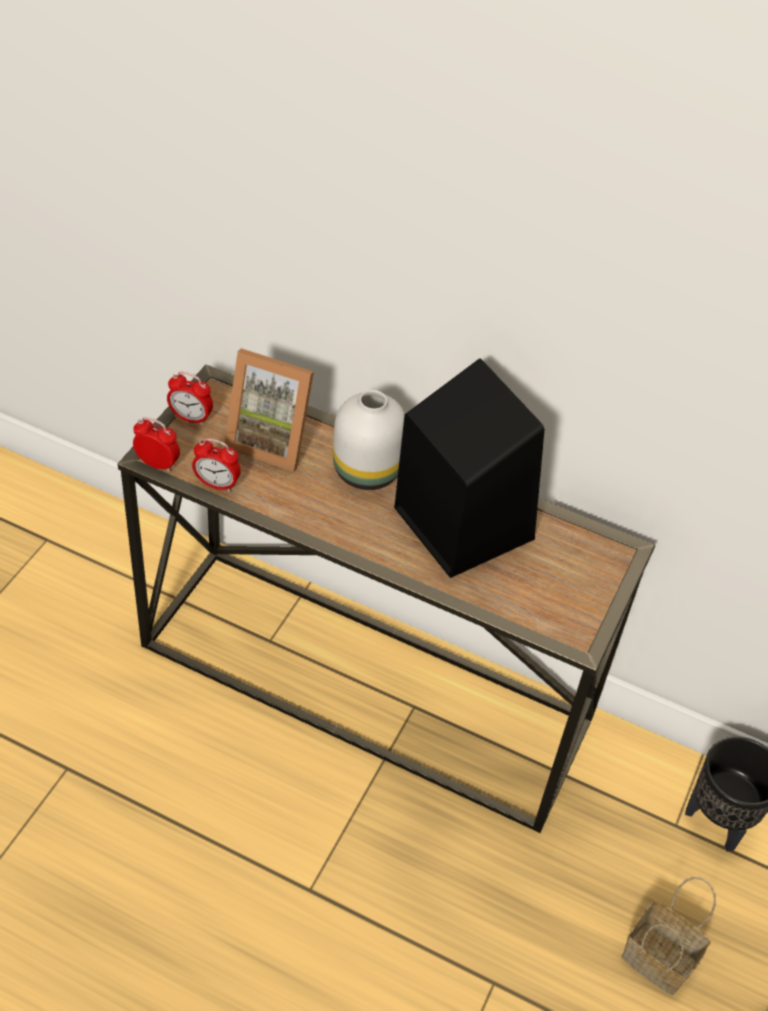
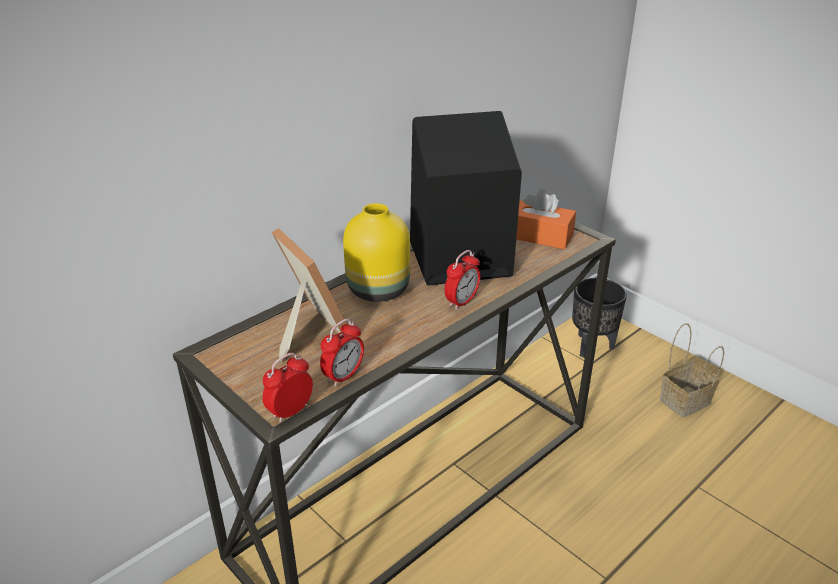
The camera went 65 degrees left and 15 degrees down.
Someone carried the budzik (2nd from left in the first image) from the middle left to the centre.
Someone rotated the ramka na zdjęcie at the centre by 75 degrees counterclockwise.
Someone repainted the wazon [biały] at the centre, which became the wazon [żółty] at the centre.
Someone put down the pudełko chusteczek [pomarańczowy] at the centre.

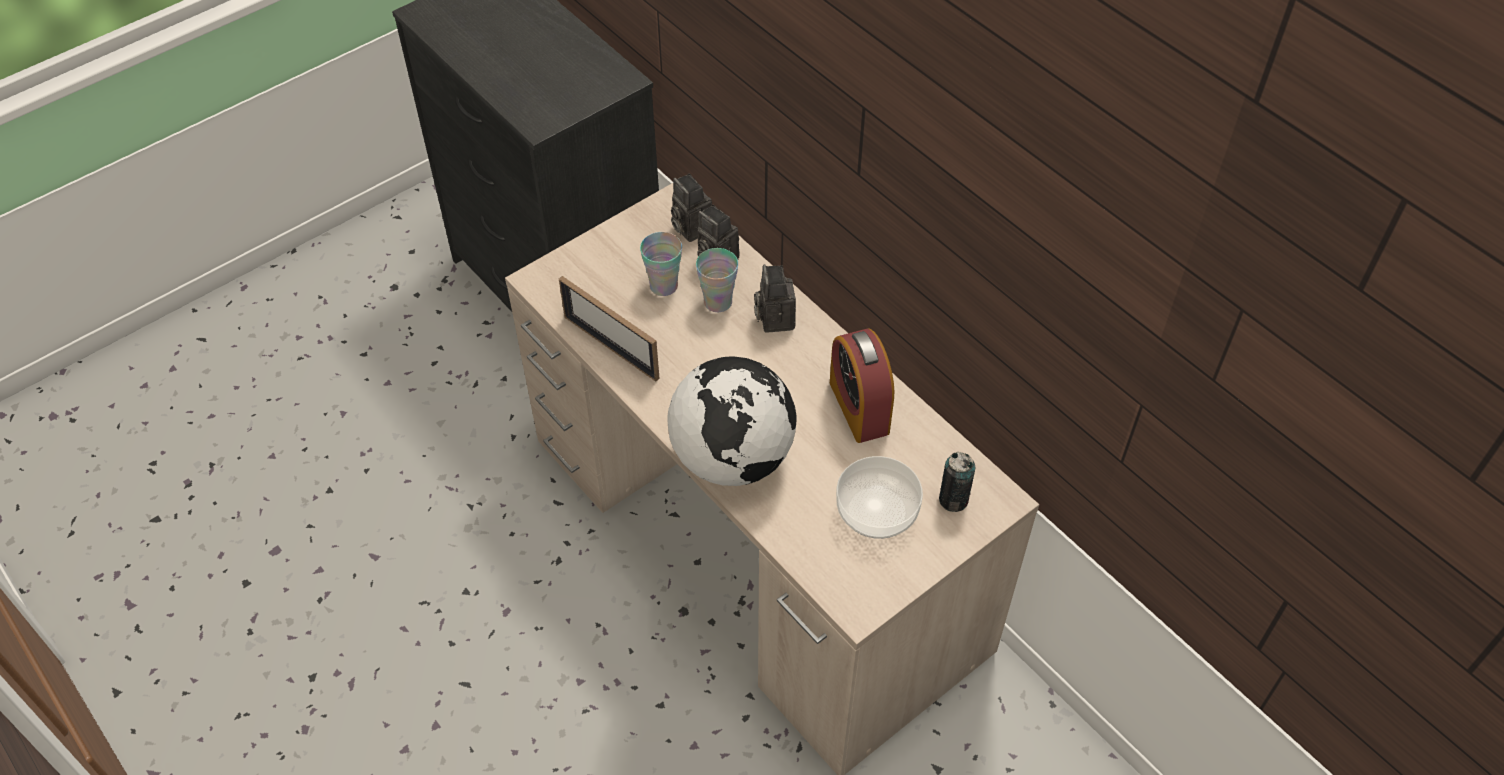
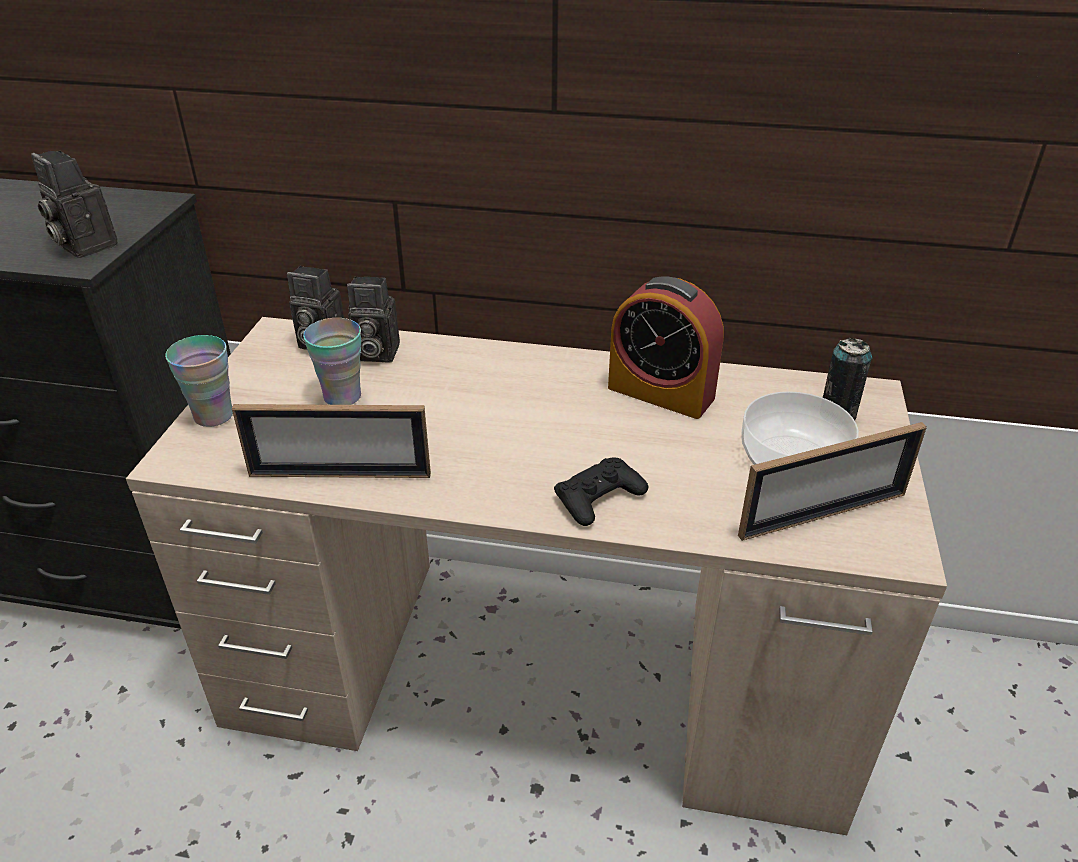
The camera went 40 degrees left and 15 degrees down.
Someone swapped the globus at the centre for the pad do gier [czarny] at the centre.
Someone carried the filiżanka (2nd from left in the first image) from the centre to the middle left.
Someone carried the aparat fotograficzny (3rd from left in the first image) from the centre to the top left.
Someone put down the ramka na zdjęcie (2nd from left) at the middle right.

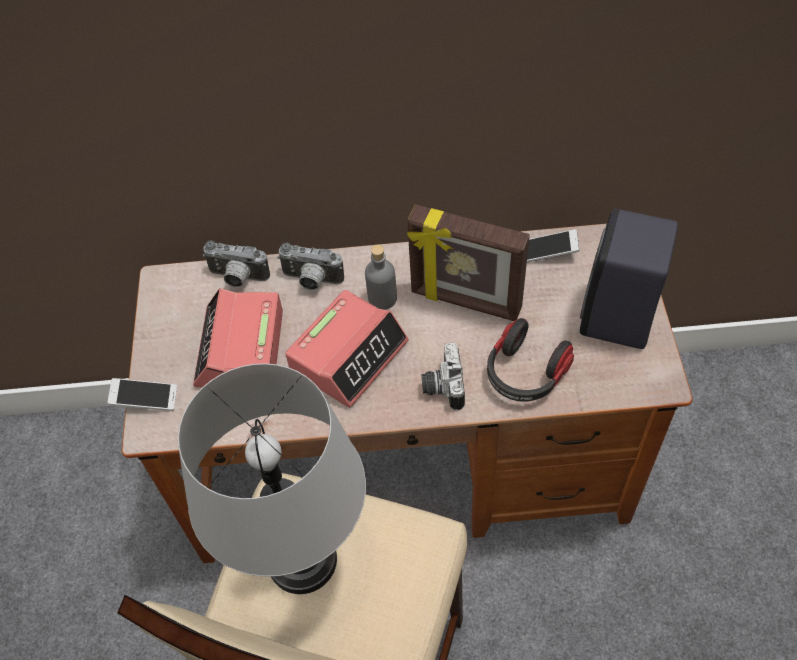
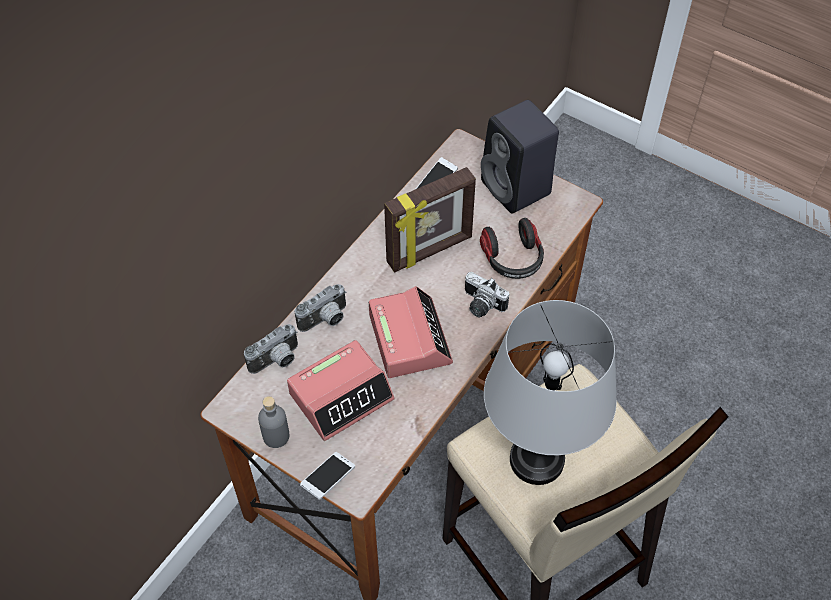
The camera went 55 degrees left and 0 degrees up.
Someone rotated the budzik (1st from left) at the middle left by 75 degrees counterclockwise.
Someone carried the butelka [szary] from the centre to the bottom left.

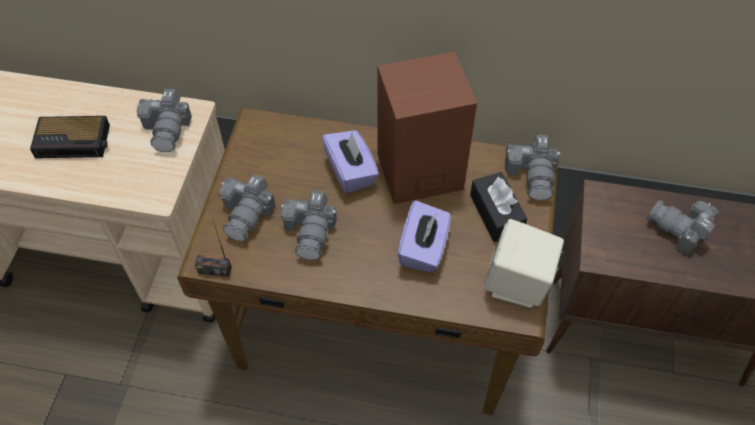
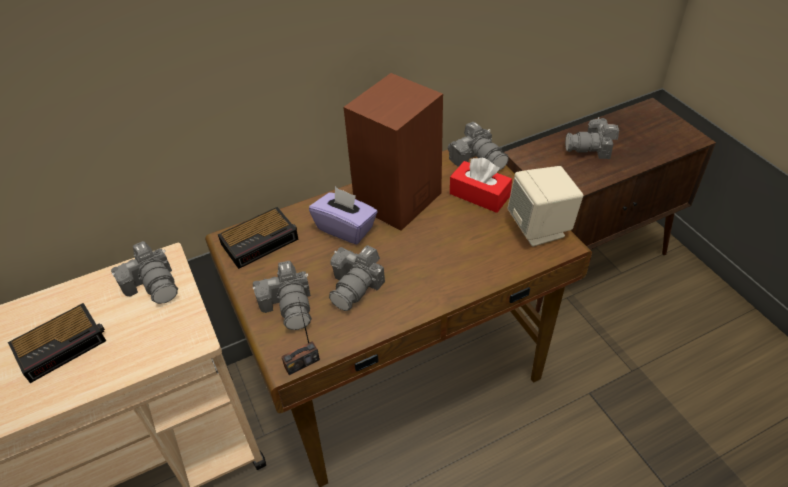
The camera went 35 degrees left and 10 degrees down.
Someone rotated the aparat fotograficzny (3rd from left) at the centre by 60 degrees clockwise.
Someone took away the pudełko chusteczek [fioletowy] (2nd from left) at the centre.
Someone repainted the pudełko chusteczek [czarny] at the centre, which became the pudełko chusteczek [czerwony] at the centre.
Someone put down the budzik (2nd from left) at the middle left.

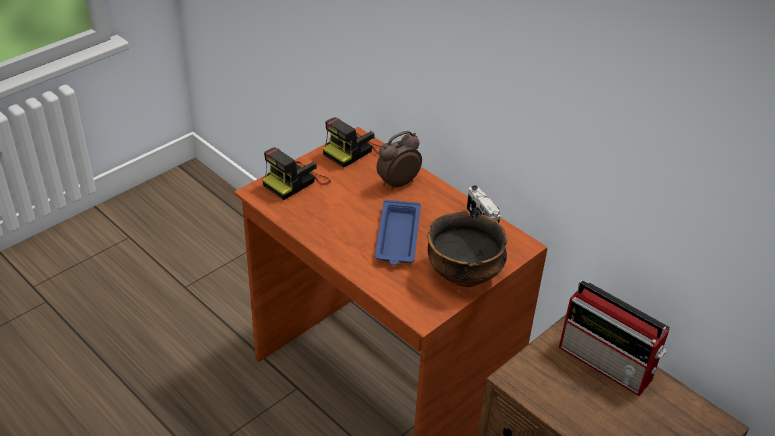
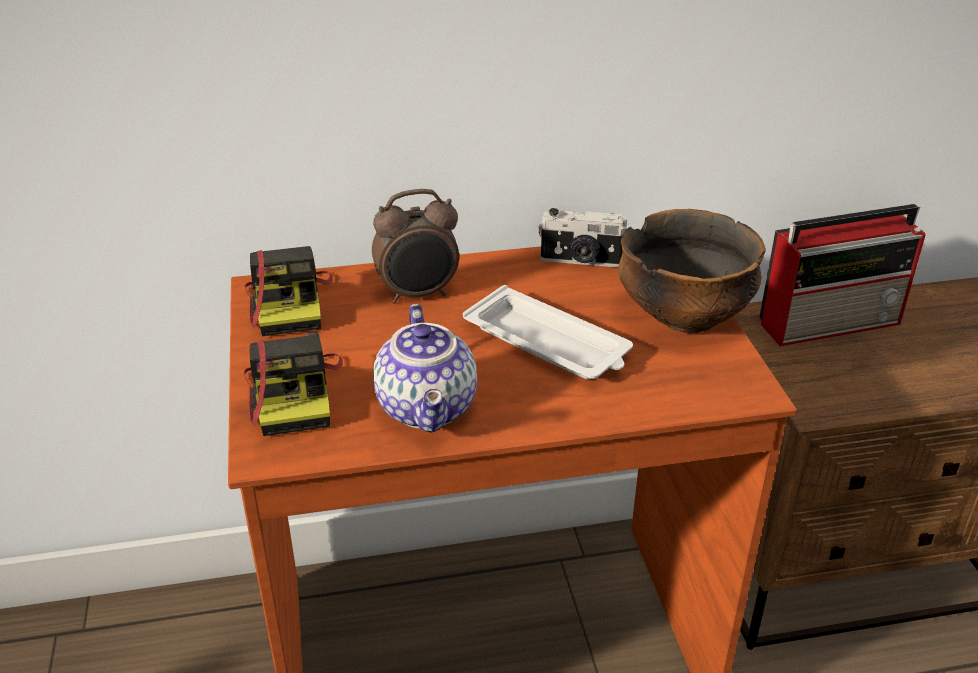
The camera went 55 degrees left and 5 degrees down.
Someone repainted the taca [niebieski] at the centre, which became the taca [biały] at the centre.
Someone rotated the budzik at the centre by 105 degrees counterclockwise.
Someone put down the imbryk at the centre.

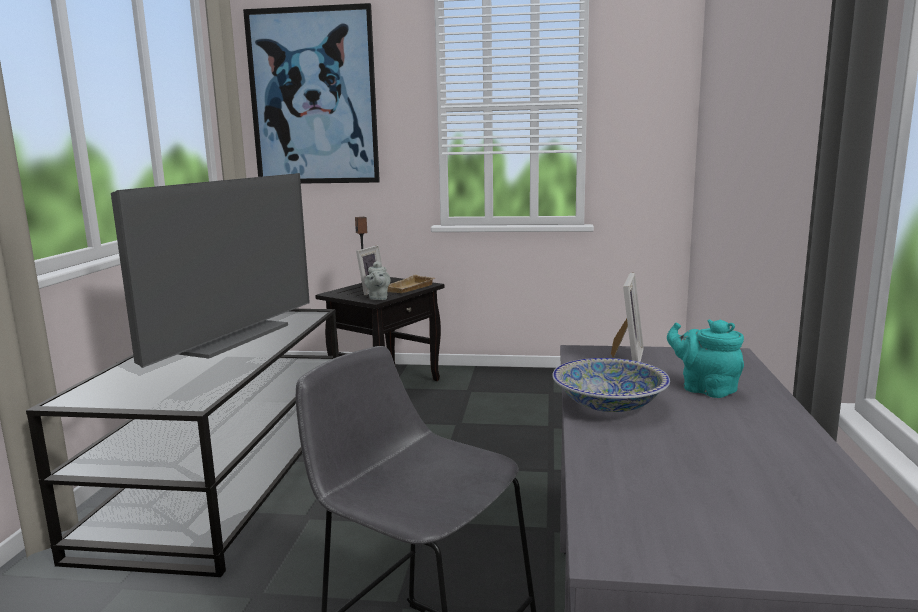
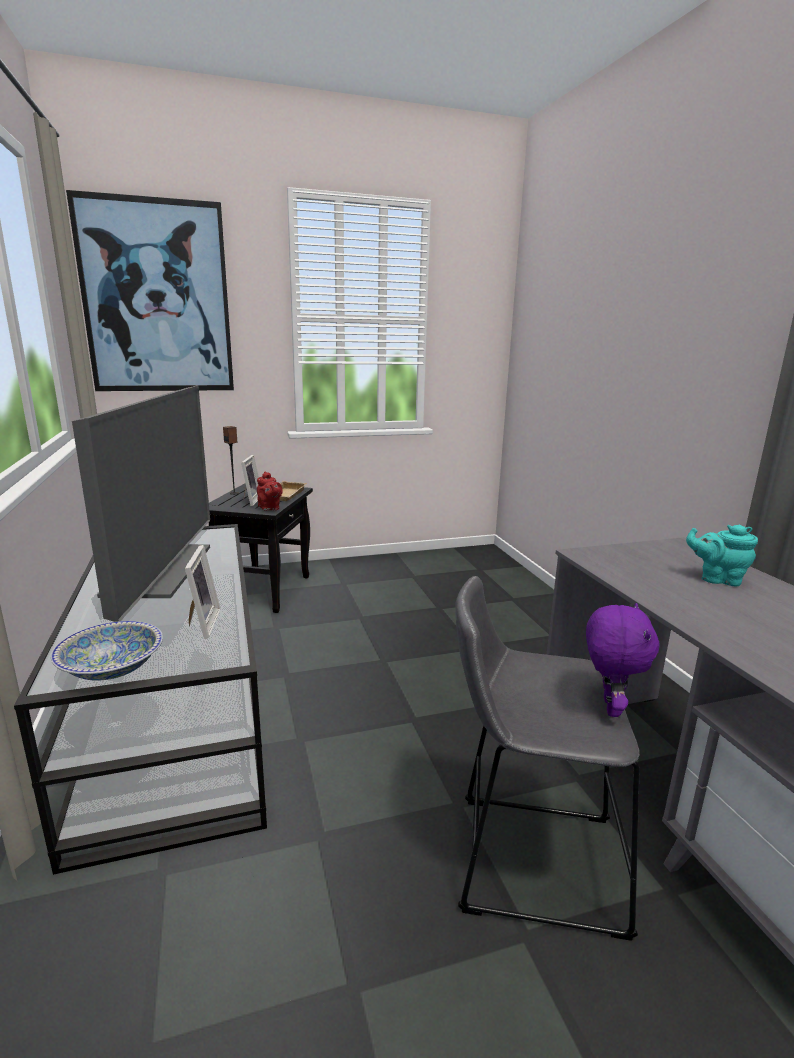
The camera went 25 degrees left and 5 degrees up.
Someone repainted the imbryk [szary] at the centre, which became the imbryk [czerwony] at the centre.
Someone carried the miska from the centre to the middle left.
Someone carried the ramka na zdjęcie (2nd from left in the first image) from the middle right to the middle left.
Someone put down the pluszak [fioletowy] at the middle right.

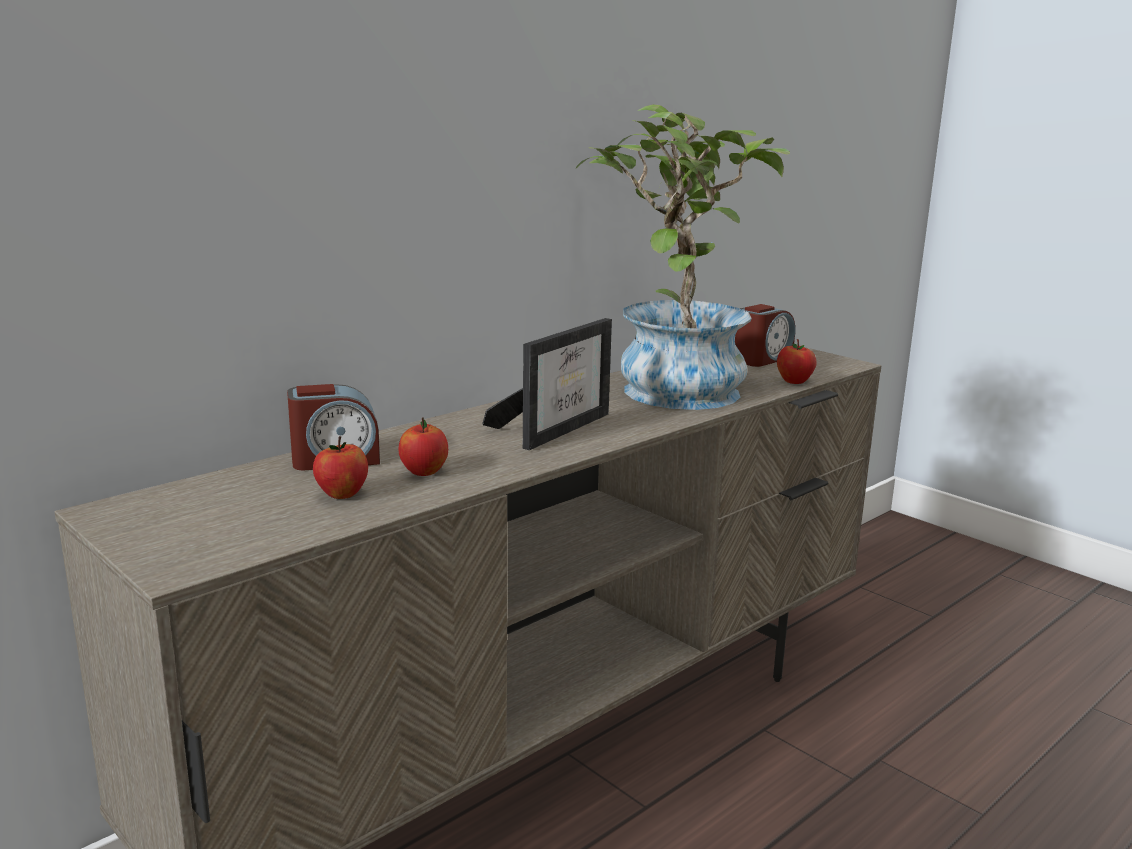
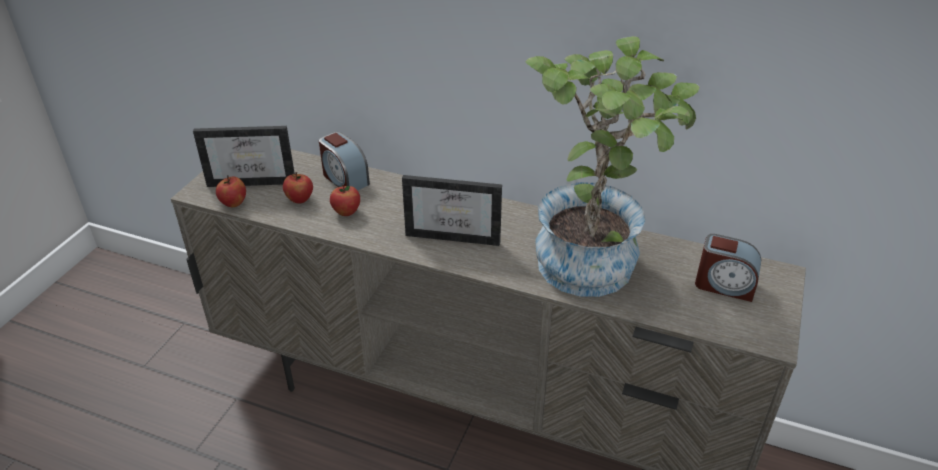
The camera went 65 degrees right and 20 degrees up.
Someone carried the jabłko (3rd from left in the first image) from the middle right to the middle left.
Someone put down the ramka na zdjęcie (1st from left) at the top left.

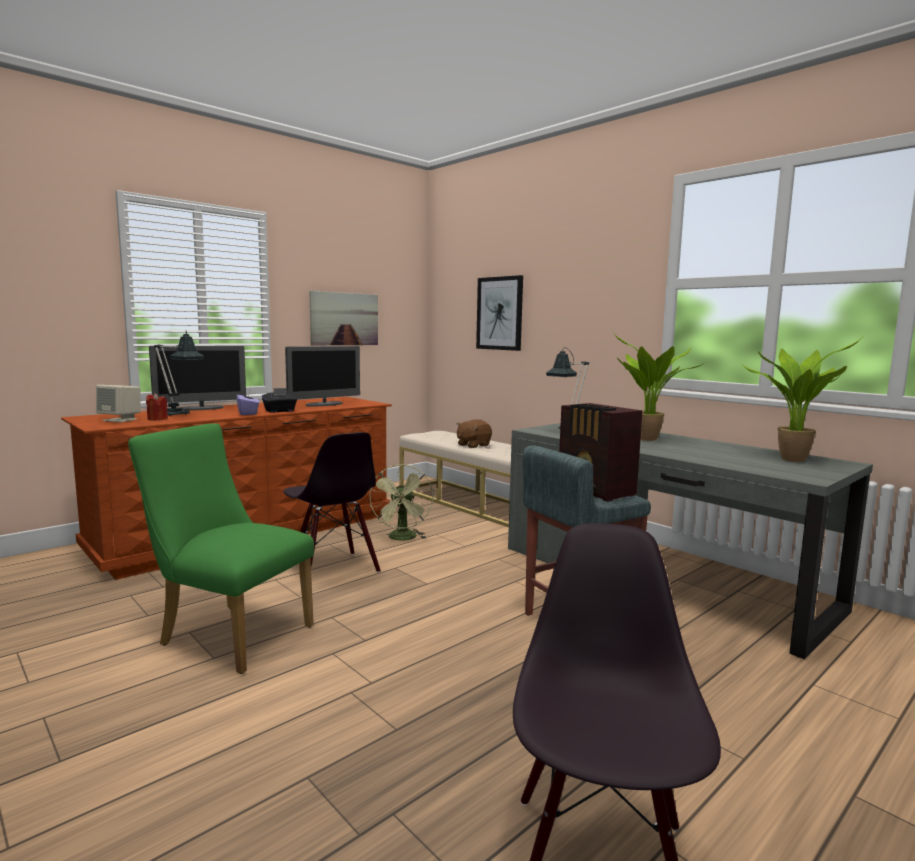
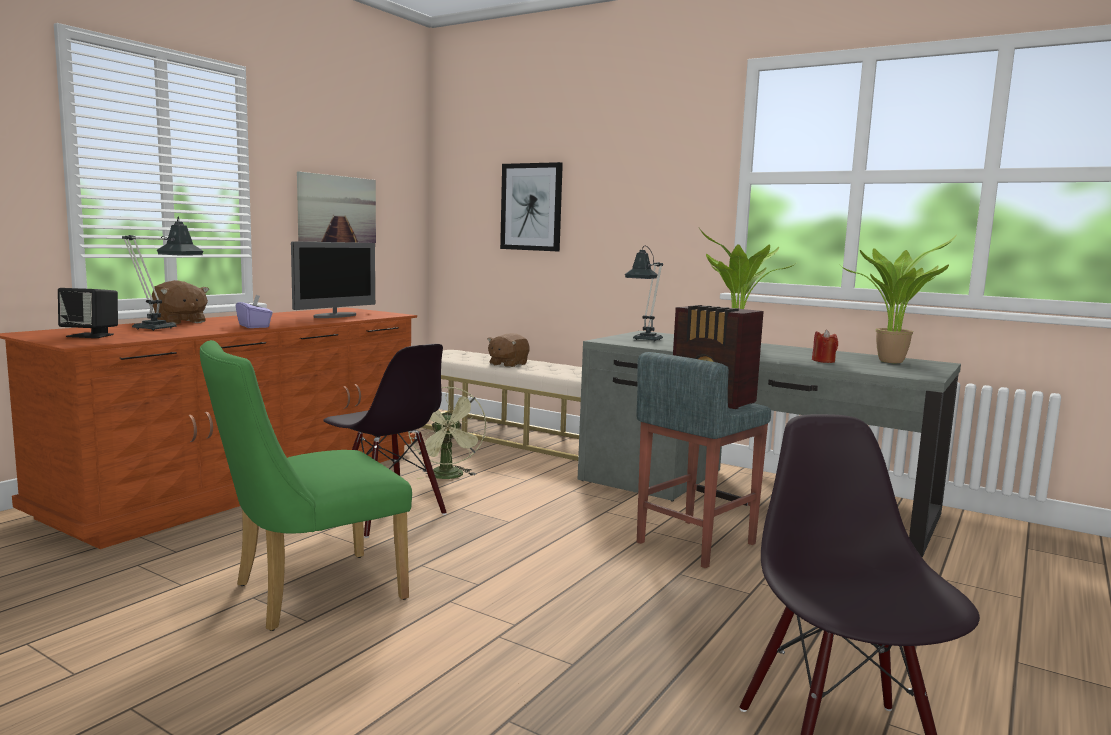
The camera went 15 degrees left and 0 degrees up.
Someone repainted the głośnik [beżowy] at the middle left, which became the głośnik [czarny] at the middle left.
Someone rotated the krzesło [zielony] at the middle left by 45 degrees counterclockwise.
Someone carried the świeca [czerwony] from the middle left to the middle right.
Someone swapped the monitor (1st from left) at the middle left for the pluszak [brązowy] (1st from left) at the middle left.
Someone took away the pudełko chusteczek [czarny] at the middle left.

